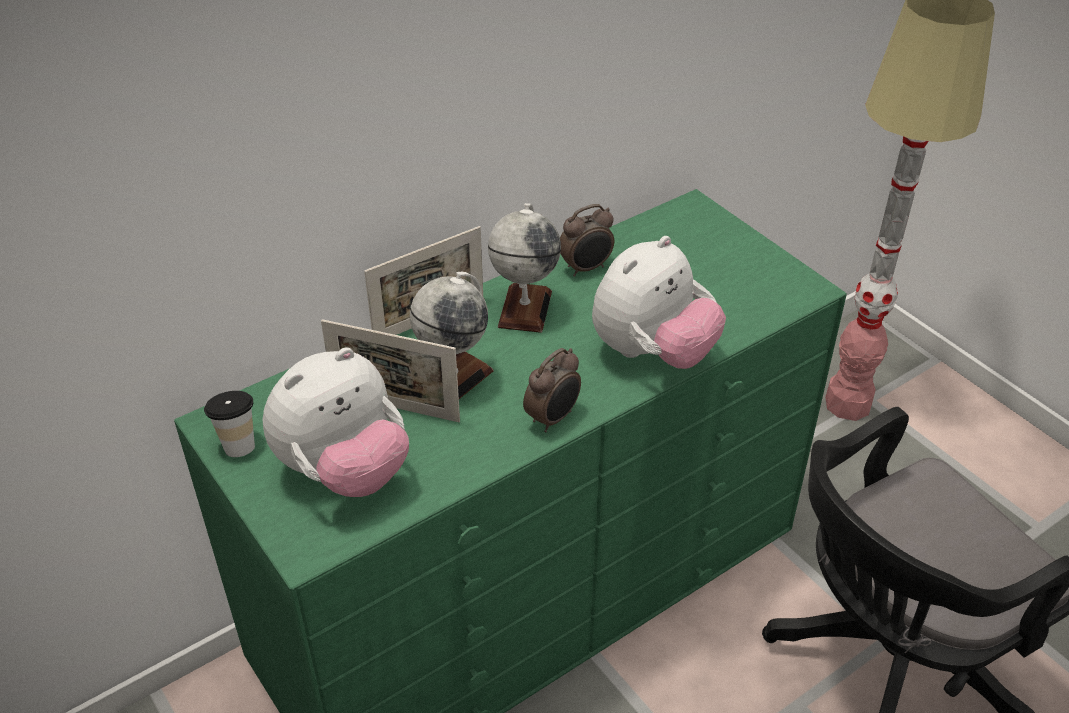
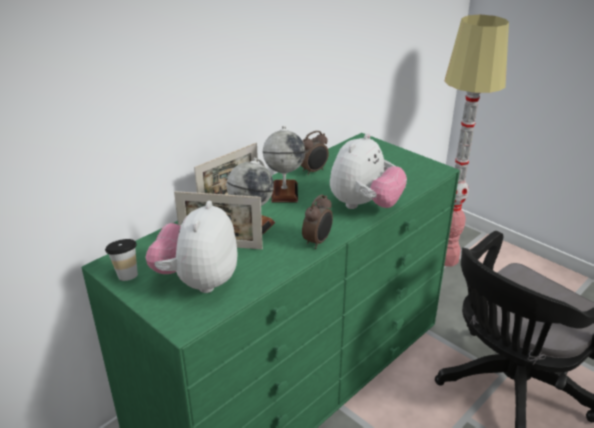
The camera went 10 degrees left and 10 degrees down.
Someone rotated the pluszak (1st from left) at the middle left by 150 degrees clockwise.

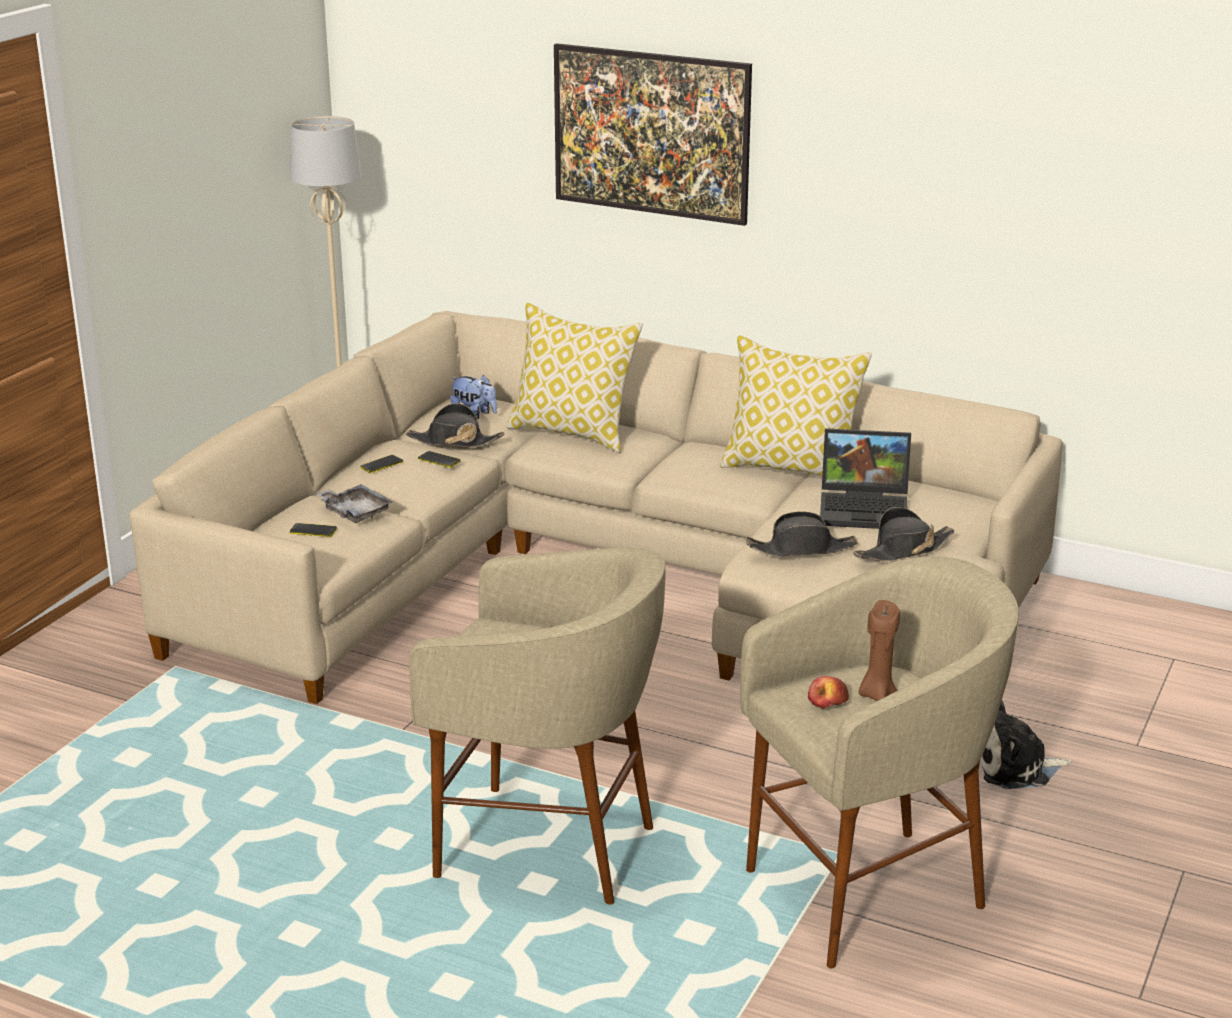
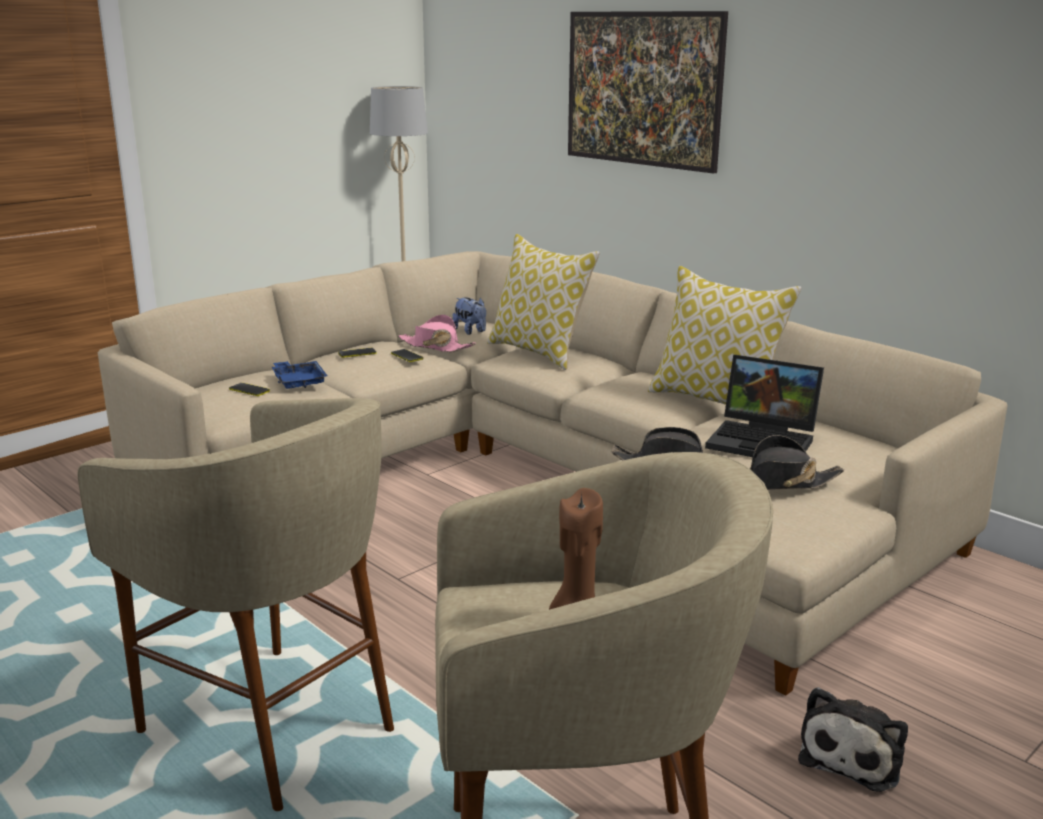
The camera went 20 degrees right and 5 degrees down.
Someone repainted the taca [szary] at the middle left, which became the taca [niebieski] at the middle left.
Someone repainted the kapelusz [czarny] (1st from left) at the centre, which became the kapelusz [różowy] at the centre.
Someone took away the jabłko at the bottom right.
Someone rotated the pluszak (2nd from left) at the bottom right by 75 degrees counterclockwise.

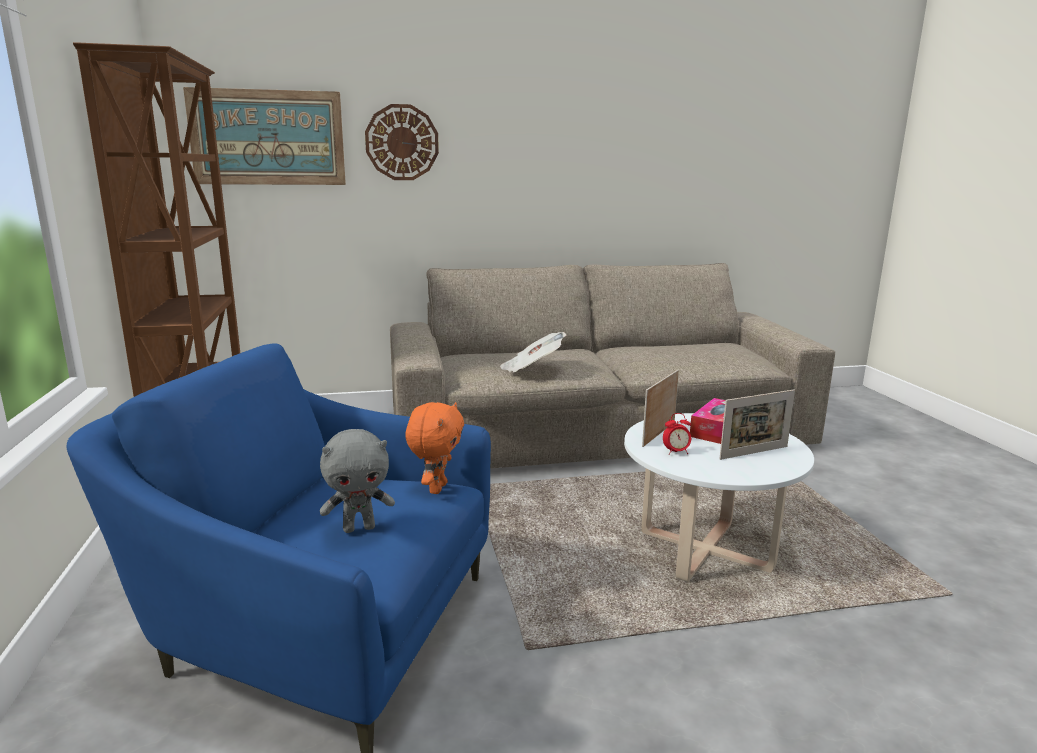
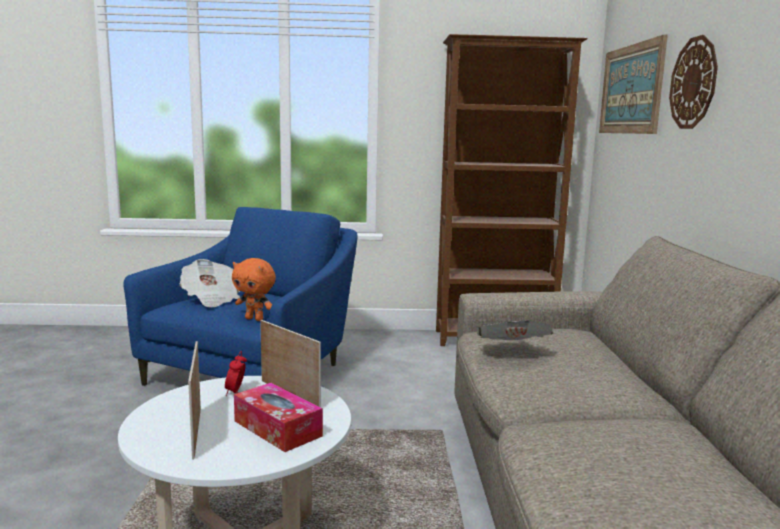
The camera went 100 degrees right and 5 degrees down.
Someone swapped the pluszak [szary] at the centre for the gazeta (1st from left) at the middle left.

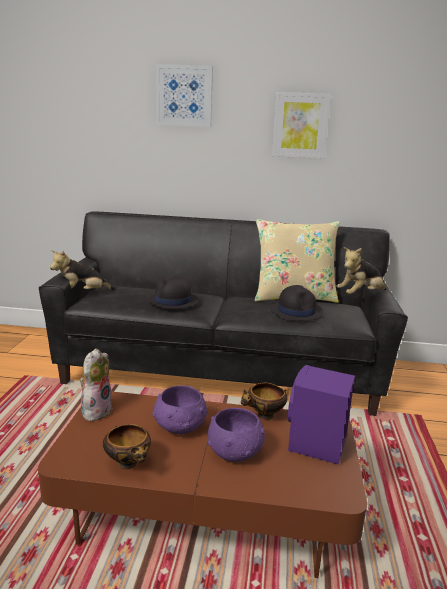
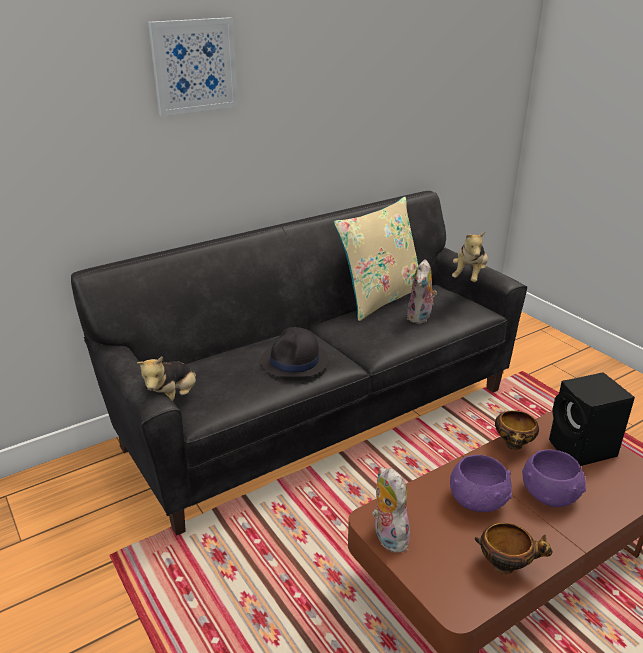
The camera went 40 degrees left and 10 degrees up.
Someone swapped the kapelusz [czarny] (2nd from left) at the centre for the pluszak (3rd from left) at the centre.
Someone took away the obraz (2nd from left) at the top right.
Someone repainted the głośnik [fioletowy] at the bottom right, which became the głośnik [czarny] at the middle right.

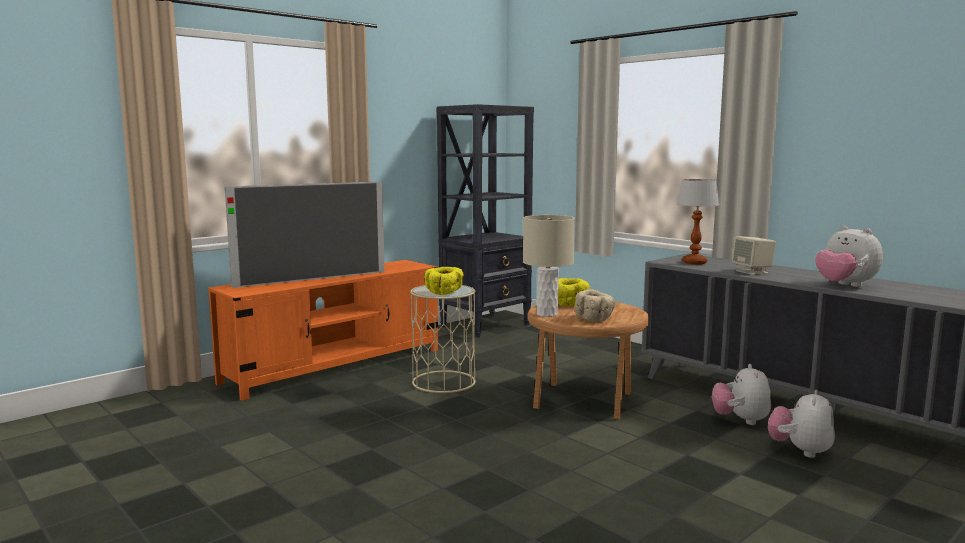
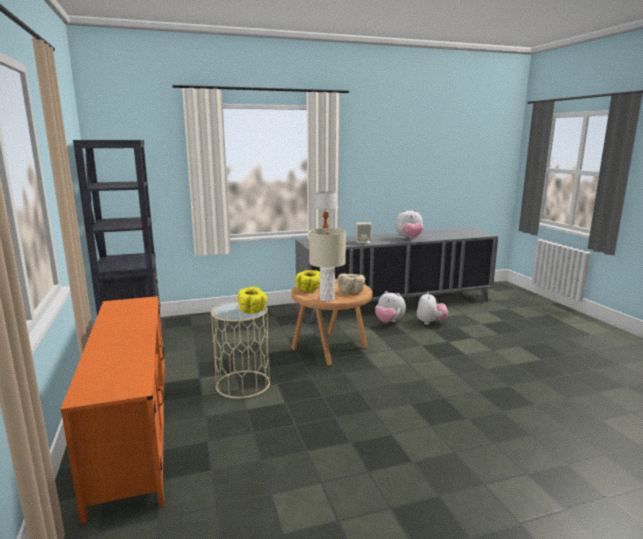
The camera went 65 degrees left and 5 degrees up.
Someone took away the telewizor at the middle left.
Someone rotated the pluszak (2nd from left in the first image) at the bottom right by 135 degrees counterclockwise.

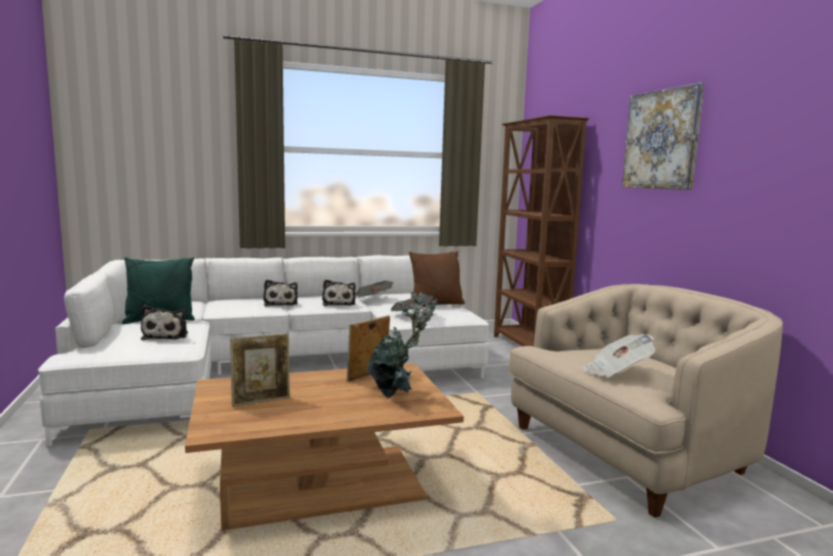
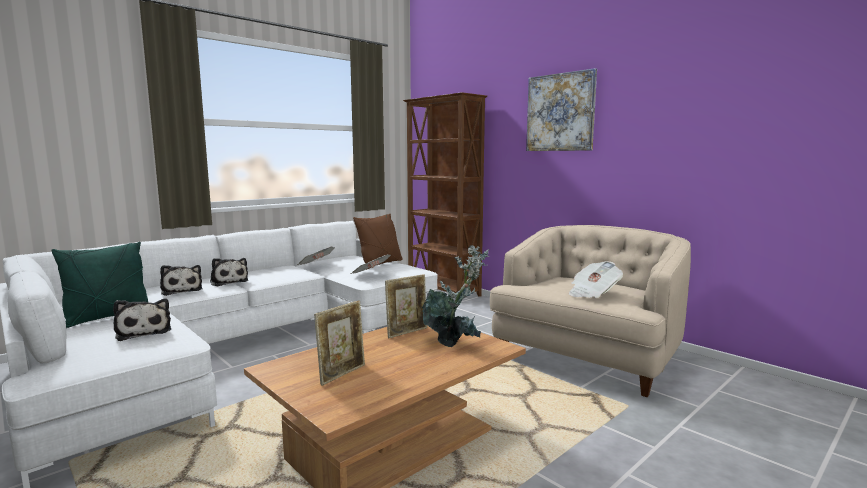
The camera went 25 degrees left and 0 degrees up.
Someone carried the pluszak (3rd from left in the first image) from the centre to the middle left.
Someone rotated the ramka na zdjęcie (2nd from left) at the centre by 150 degrees counterclockwise.

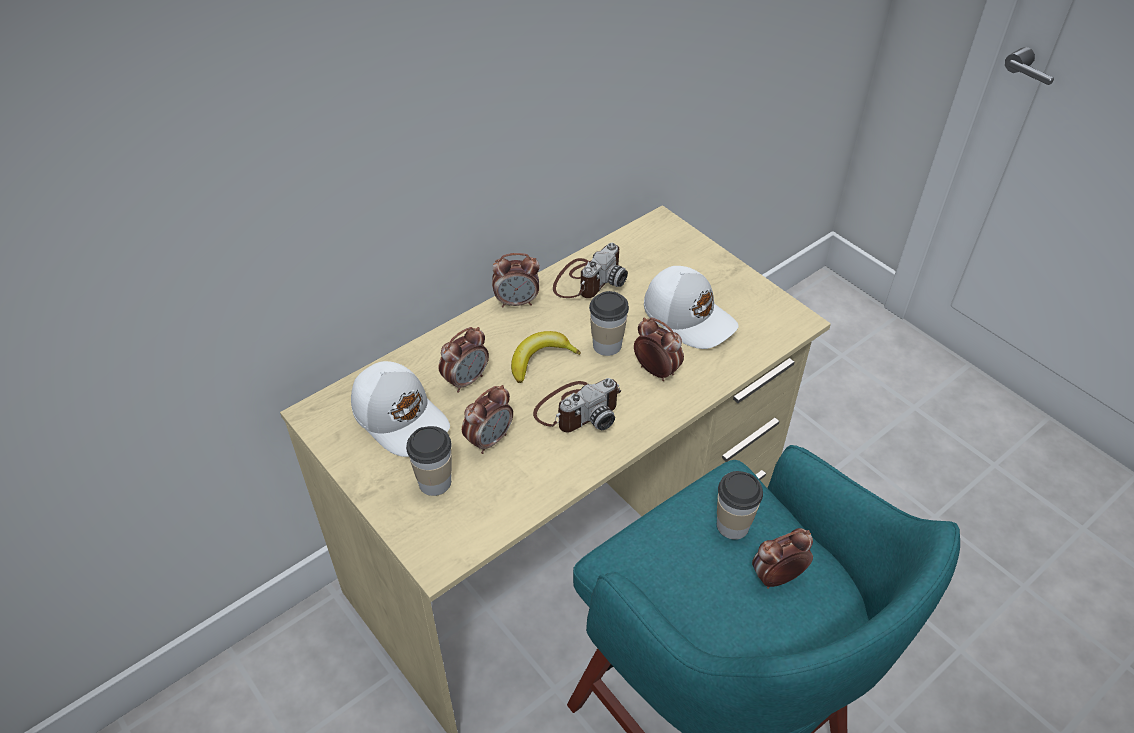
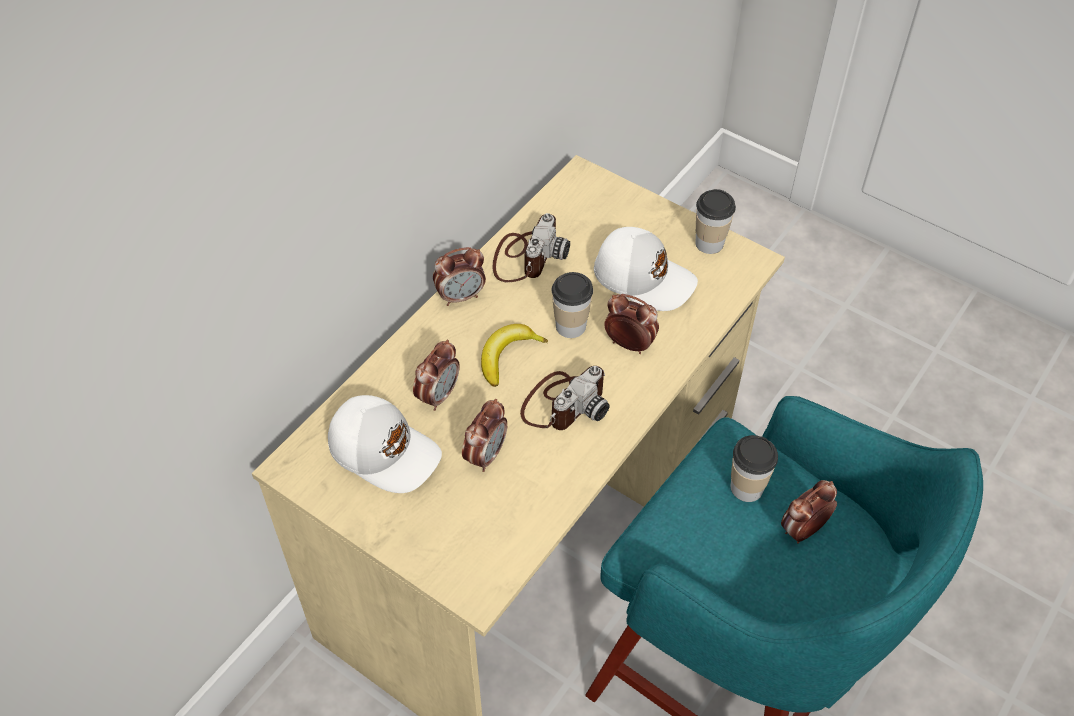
The camera went 15 degrees left and 5 degrees up.
Someone carried the filiżanka (1st from left in the first image) from the centre to the top centre.

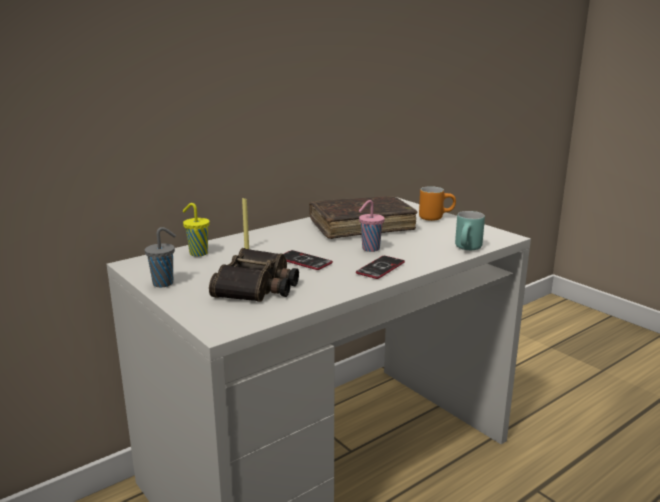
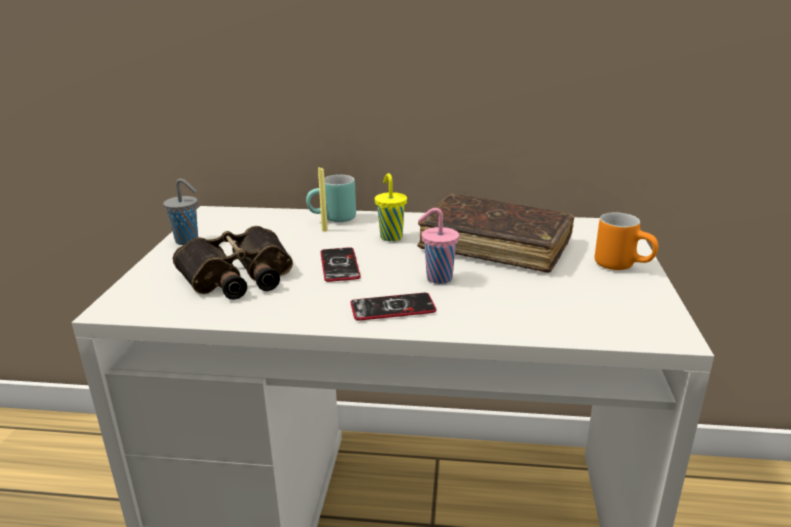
The camera went 45 degrees right and 5 degrees up.
Someone carried the filiżanka [żółty] from the middle left to the centre.
Someone carried the kubek [turkusowy] from the middle right to the centre.

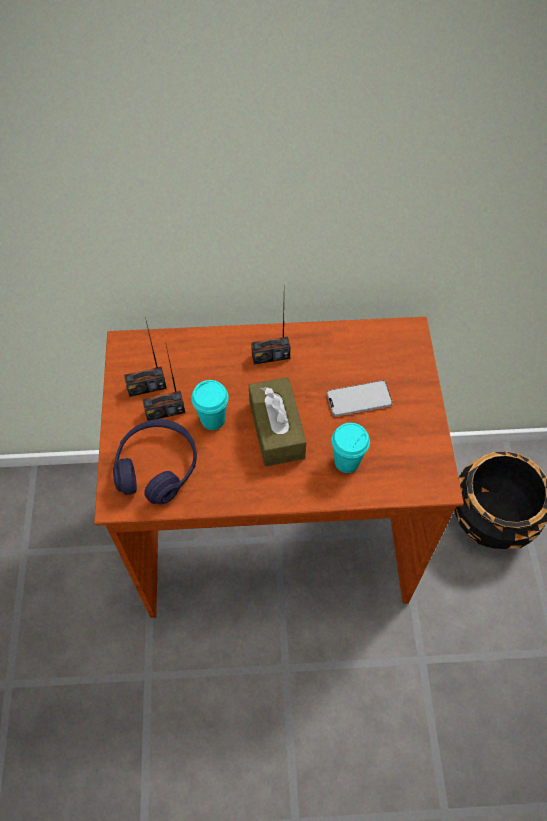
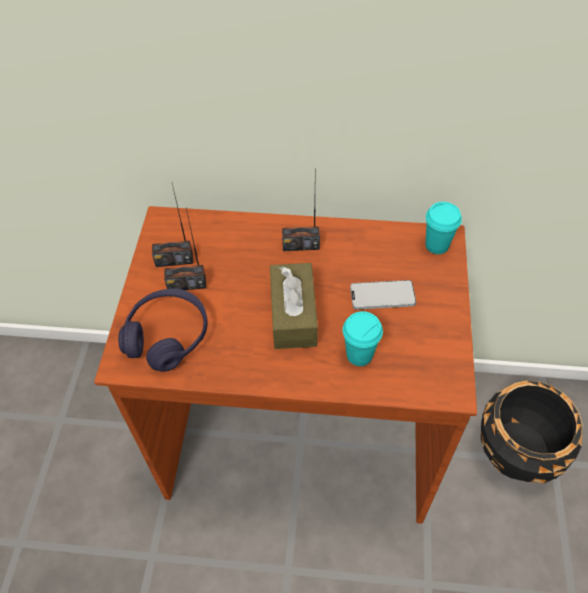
The camera went 10 degrees right and 5 degrees down.
Someone carried the filiżanka [turkusowy] (1st from left in the first image) from the centre to the middle right.

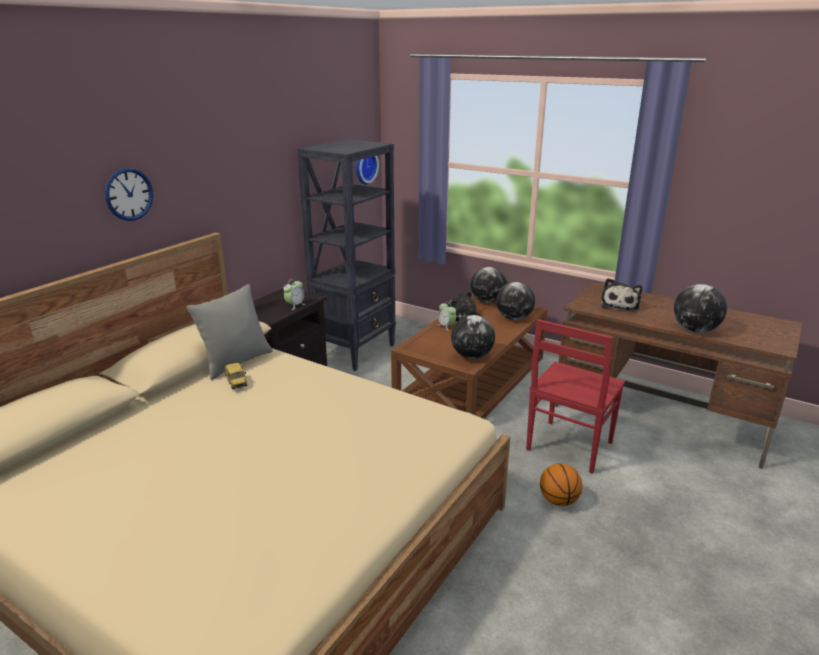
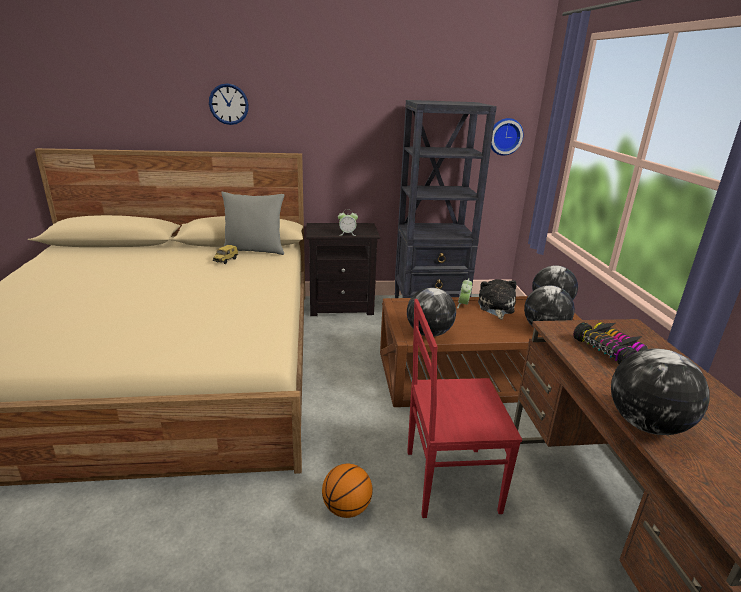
The camera went 50 degrees right and 0 degrees up.
Someone swapped the pluszak (2nd from left) at the middle right for the samochodzik (2nd from left) at the middle right.

